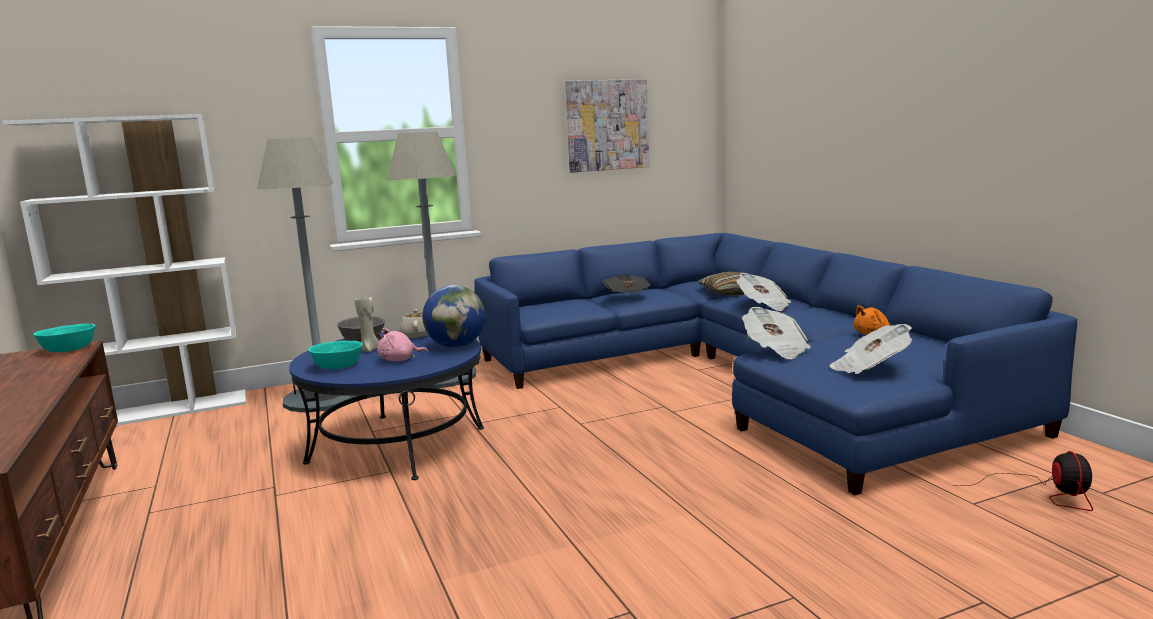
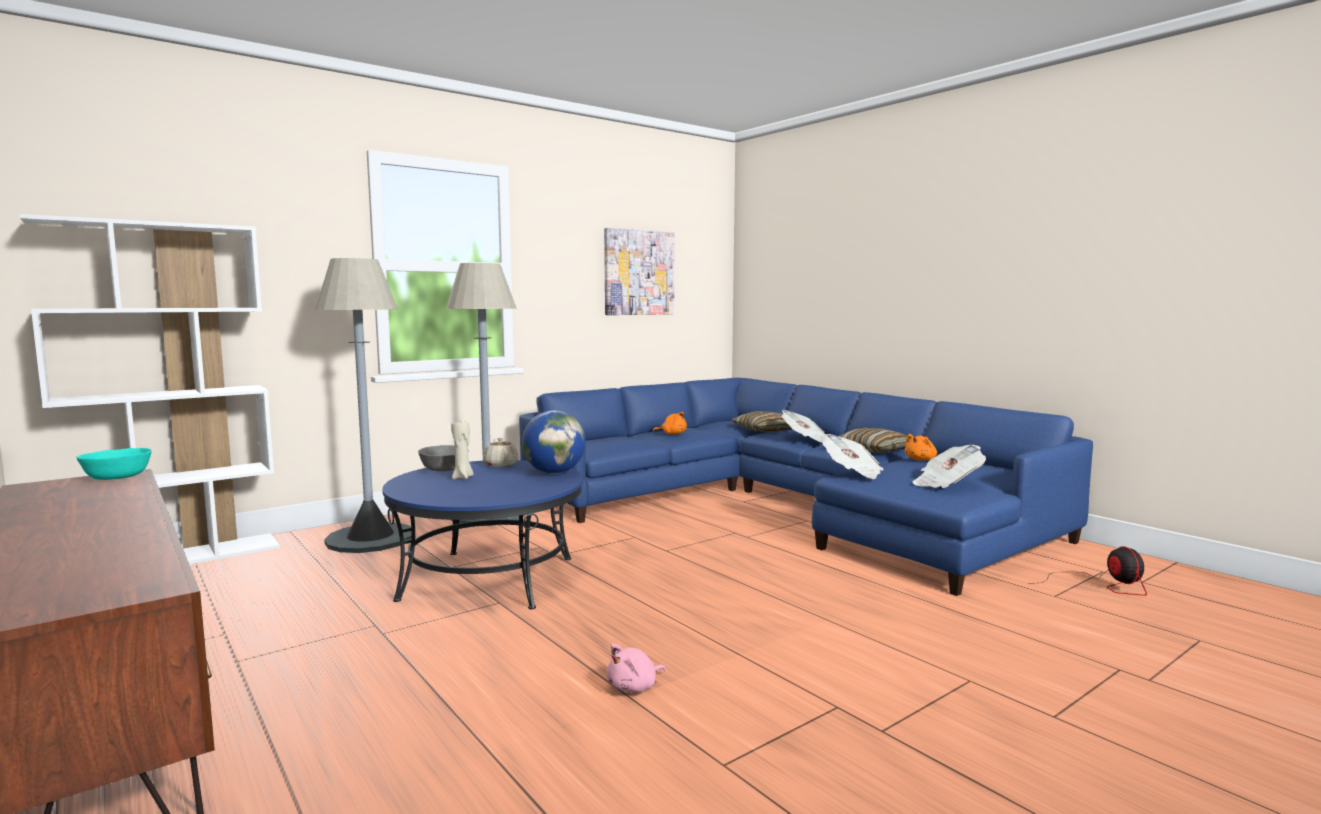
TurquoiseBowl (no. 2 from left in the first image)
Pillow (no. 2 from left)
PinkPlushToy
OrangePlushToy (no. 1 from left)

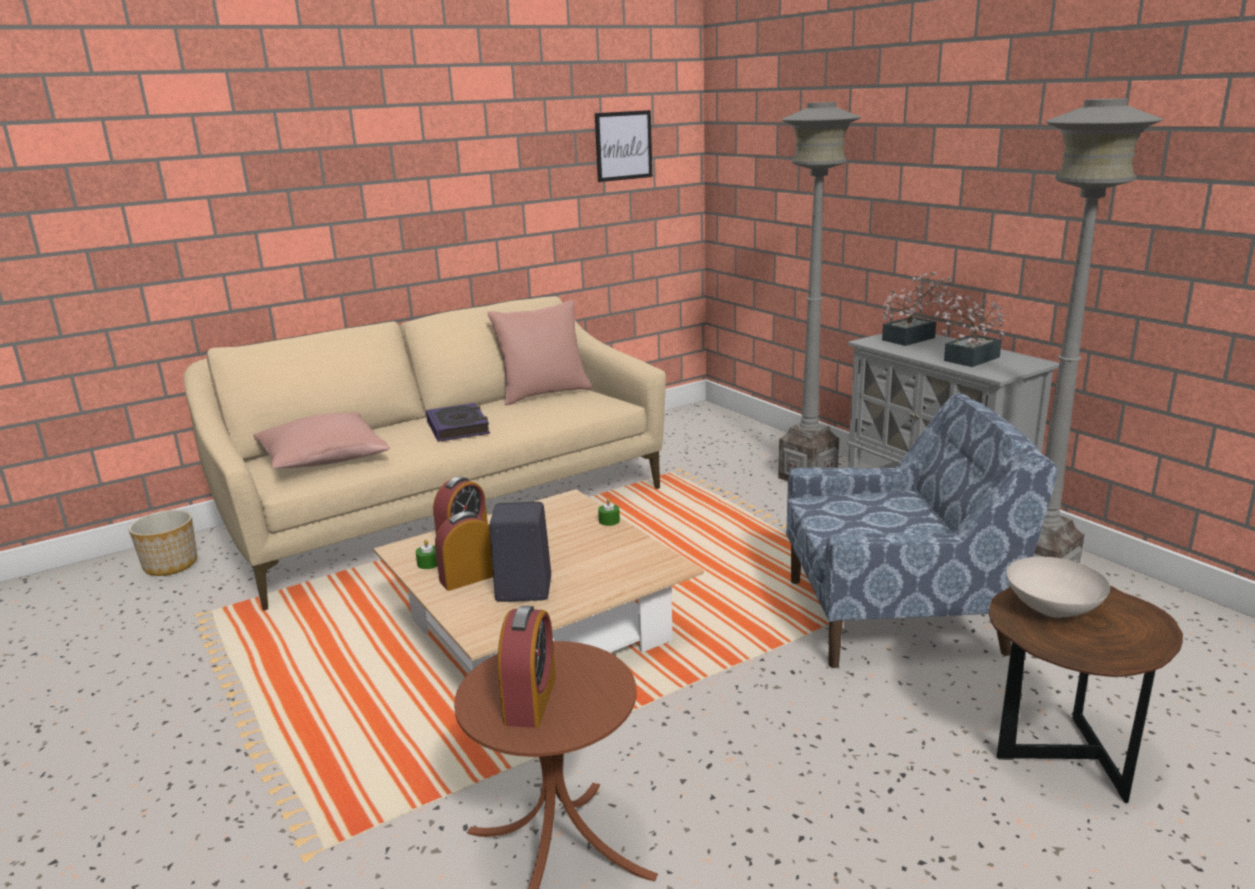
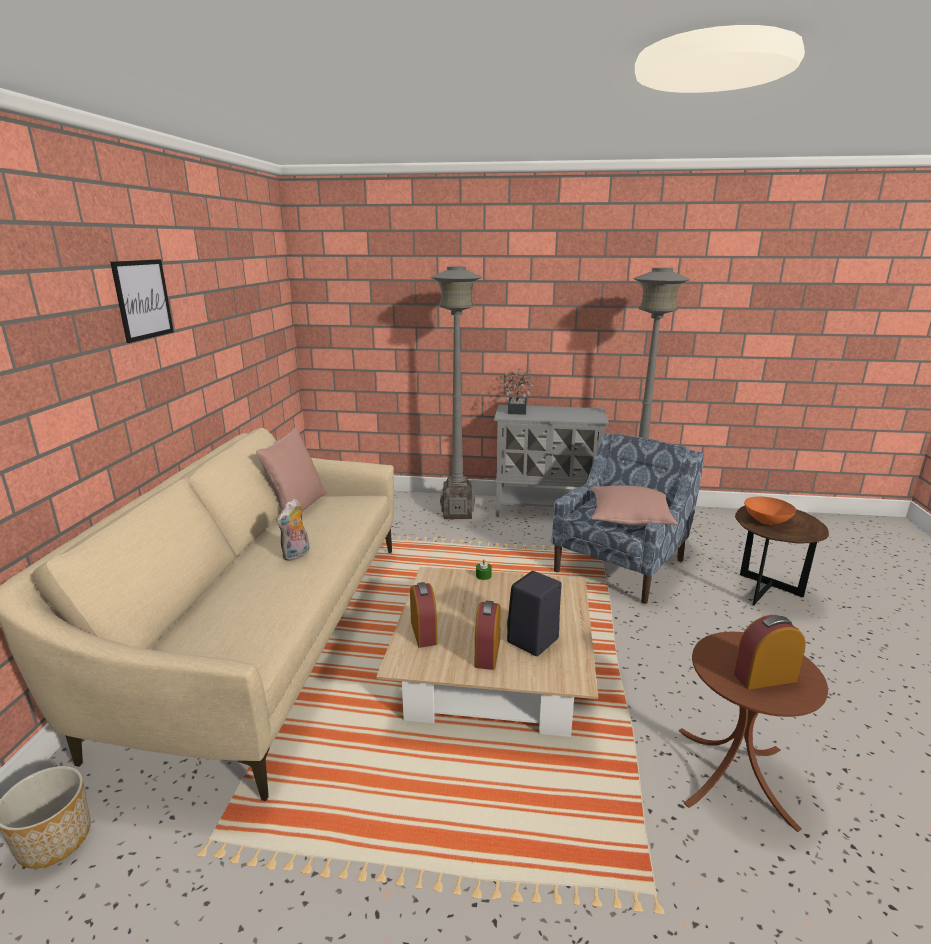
GreenCandle (no. 1 from left in the first image)
PottedPlant (no. 2 from left in the first image)
PinkPillow (no. 2 from left)
Picture
PlushToy
OrangeBowl
AlarmClock (no. 3 from left)

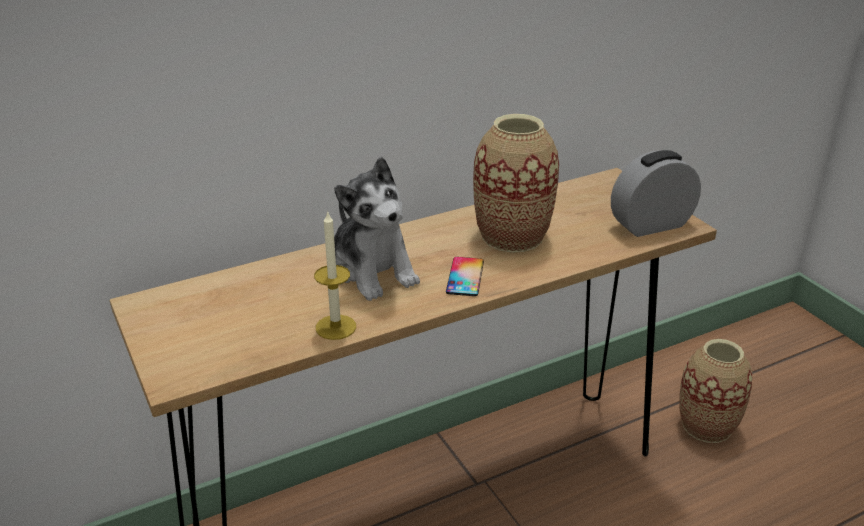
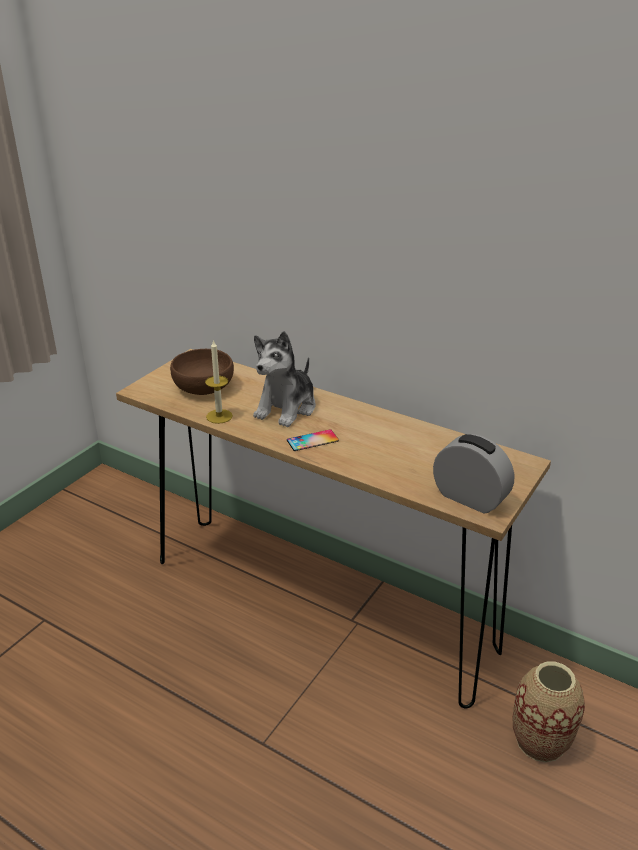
Vase (no. 1 from left in the first image)
BrownBowl

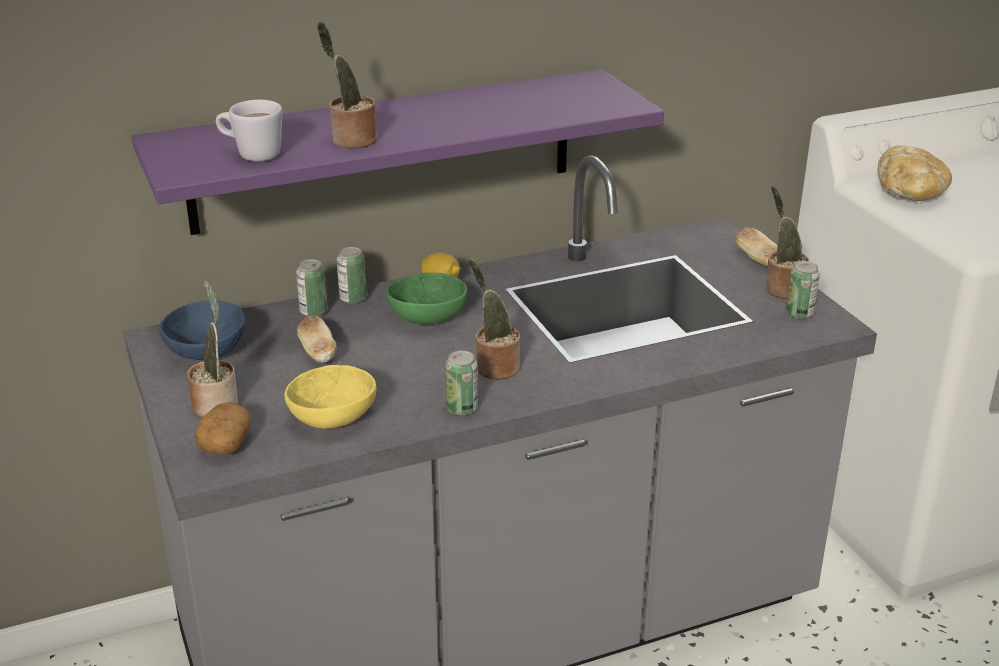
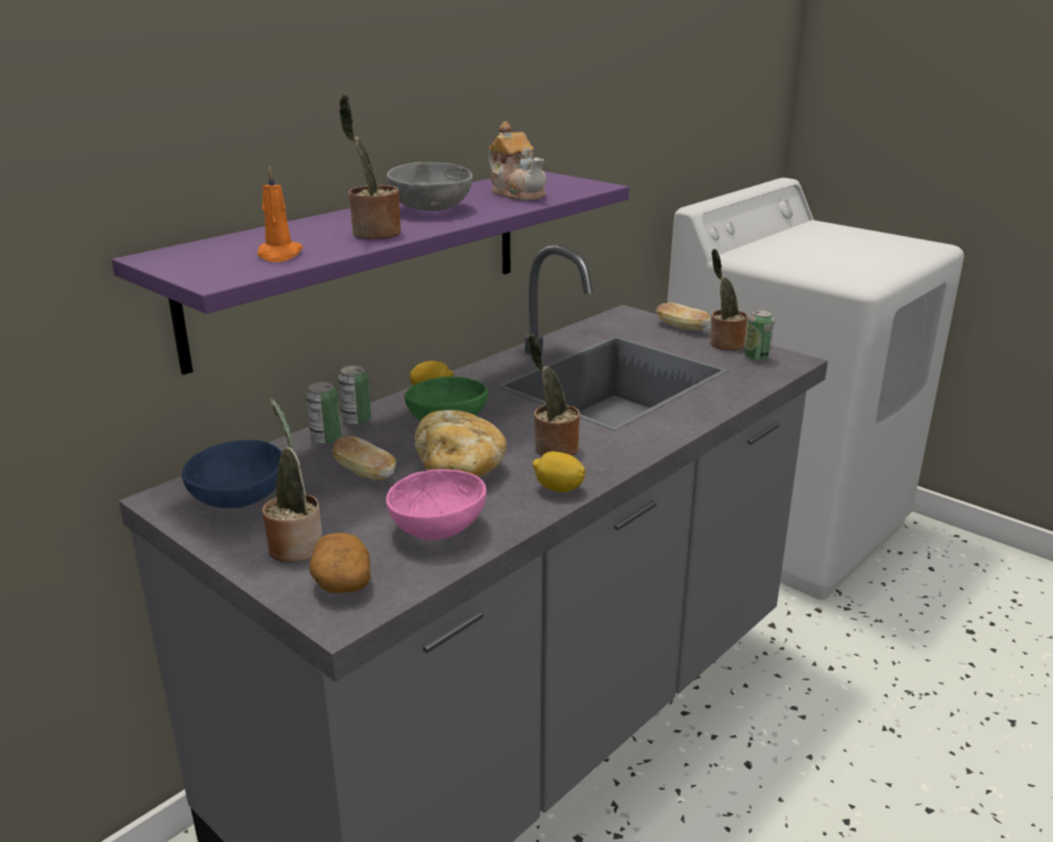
GreyBowl
Teapot
Bread (no. 2 from left)
OrangeCandle
Lemon (no. 2 from left)
PinkBowl

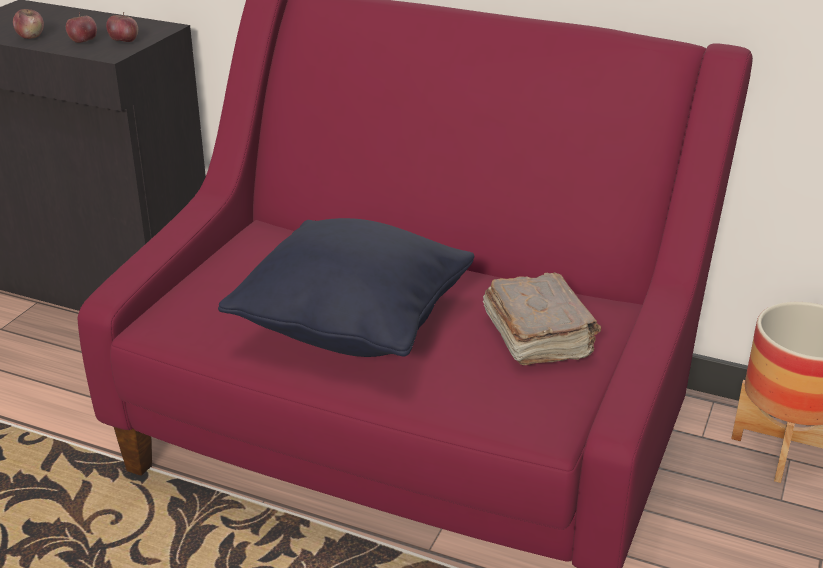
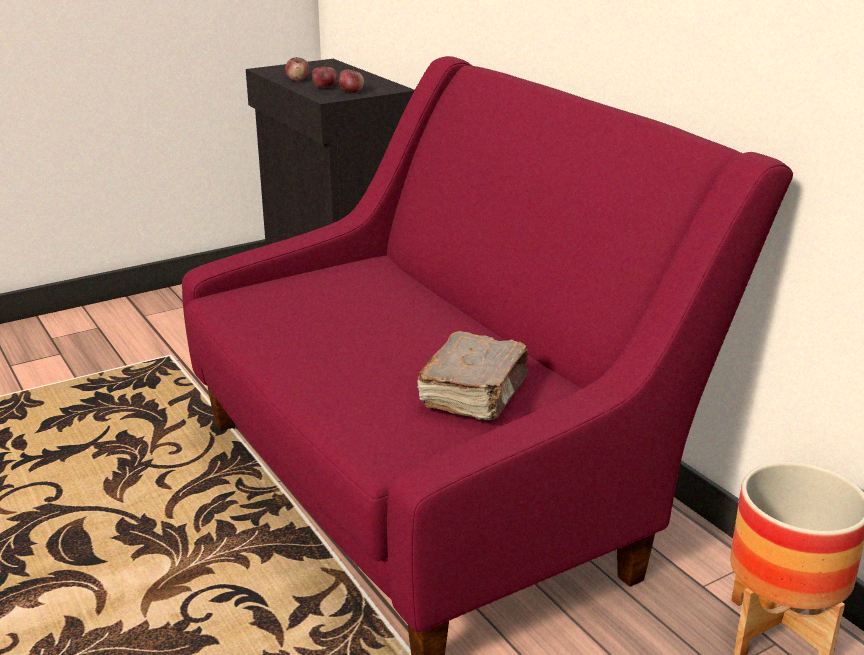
BlackPillow

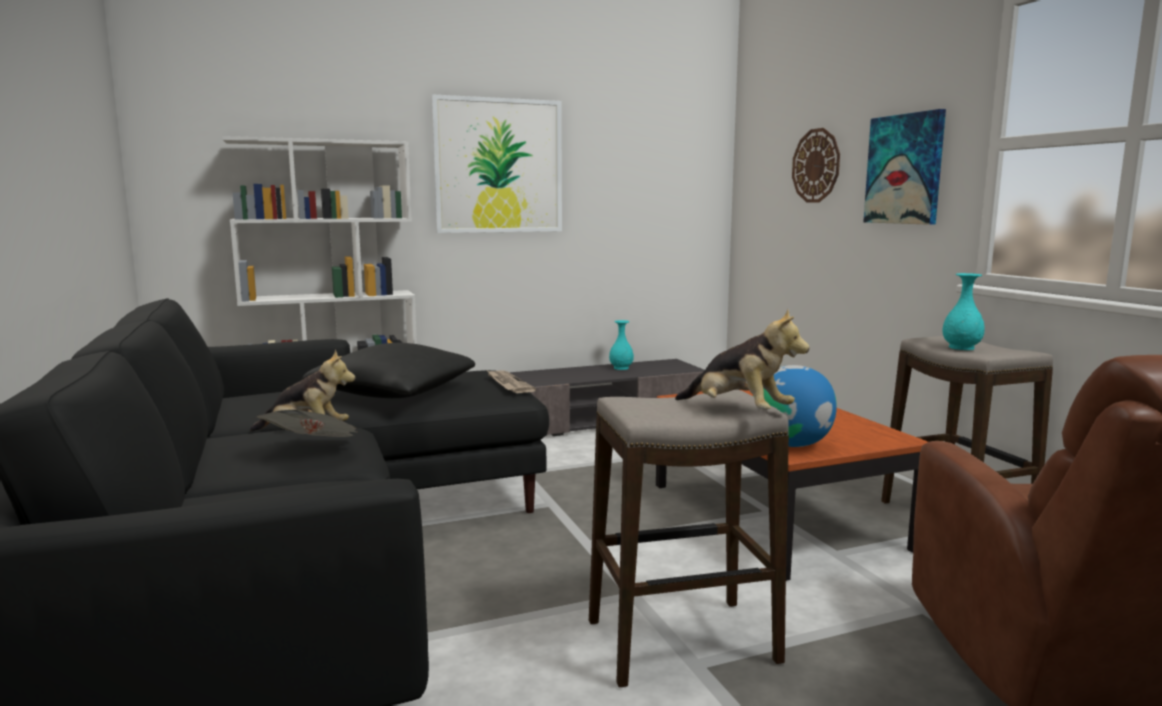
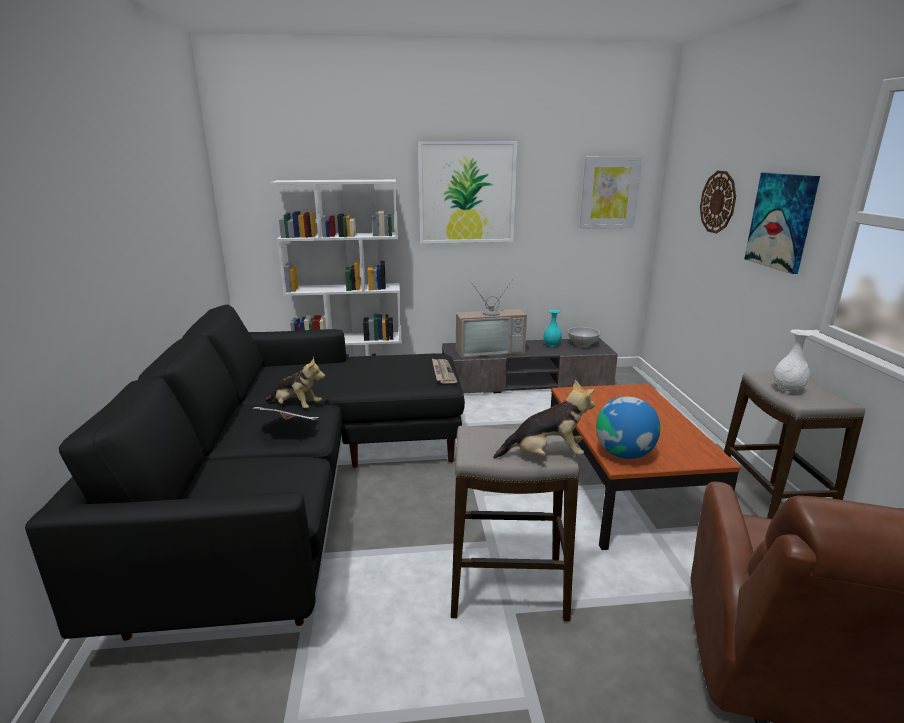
BlackPillow
Television
WhiteBowl
Picture (no. 2 from left)
WhiteVase
PlushToy (no. 2 from left)

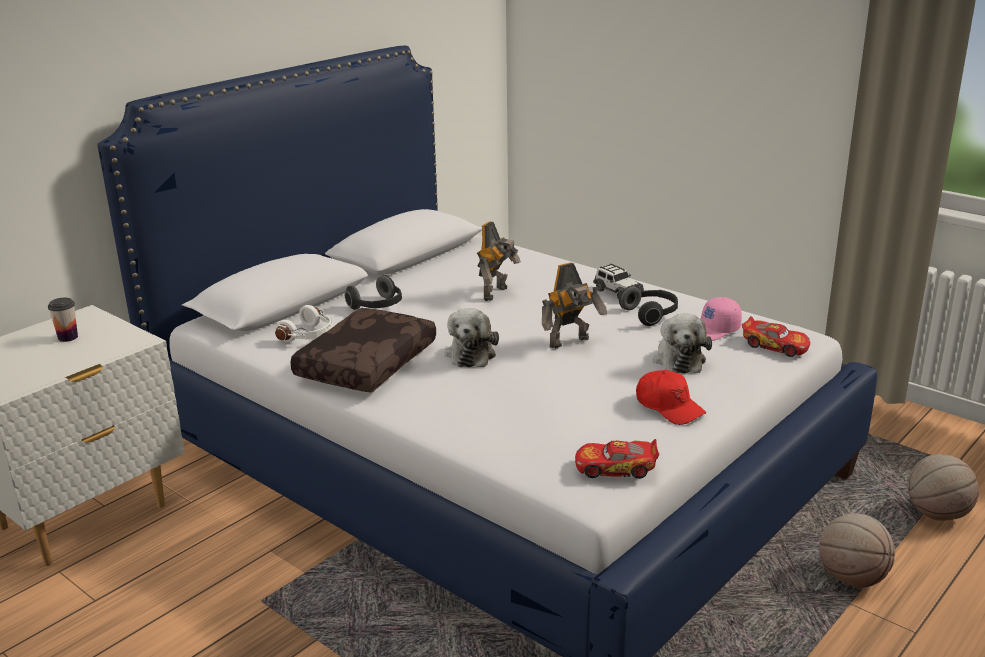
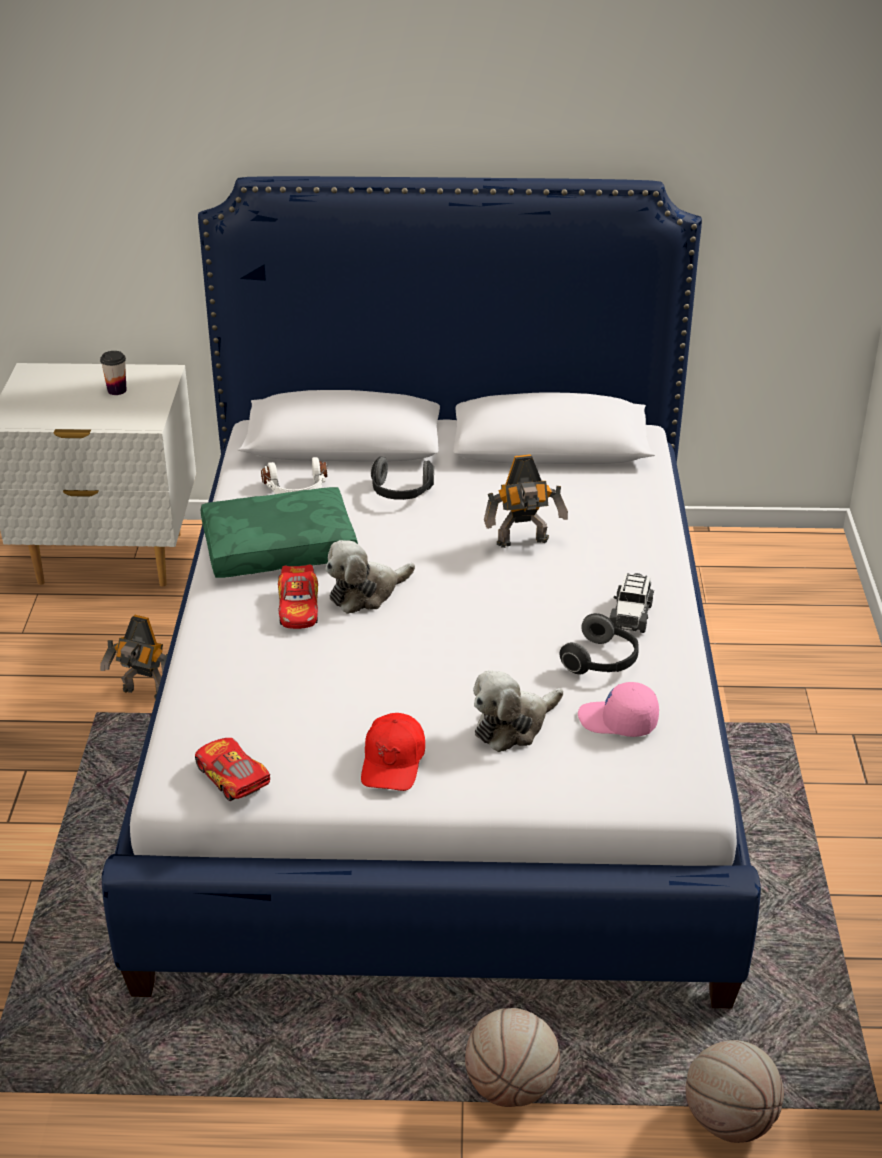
ToyRobot (no. 1 from left)
ToyCar (no. 2 from left)
GreenPillow

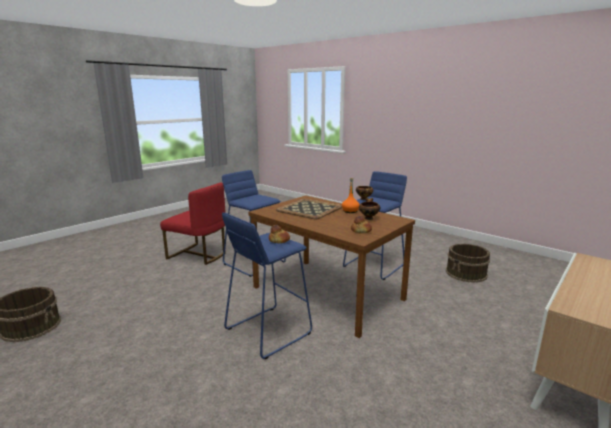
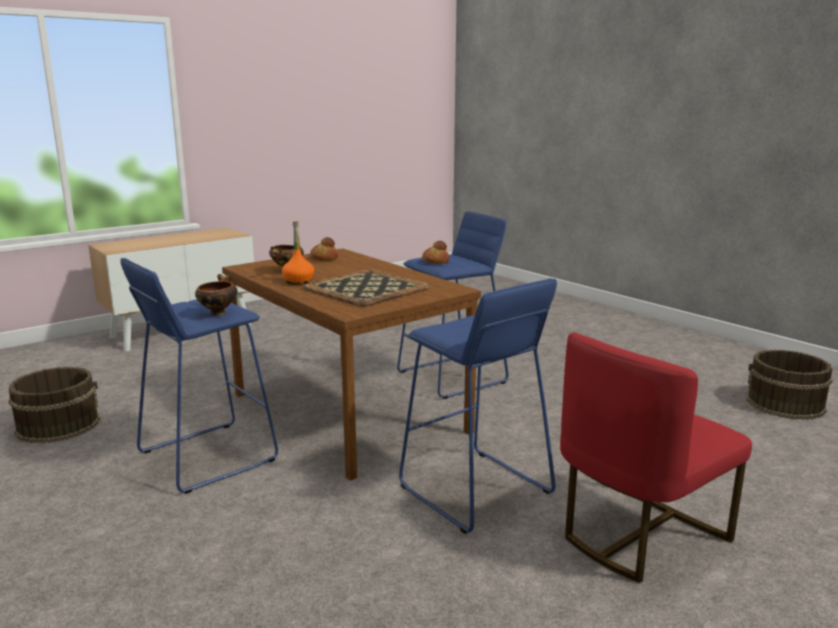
RedChair

